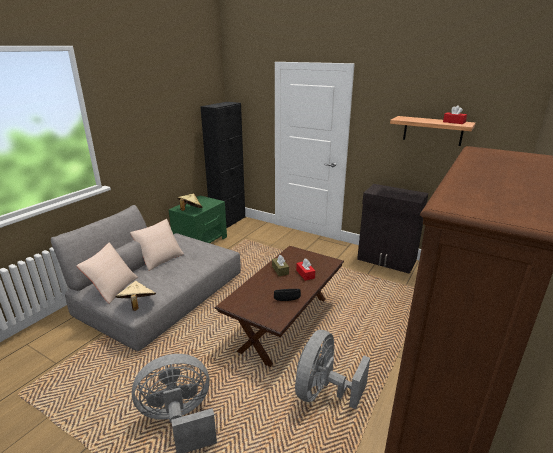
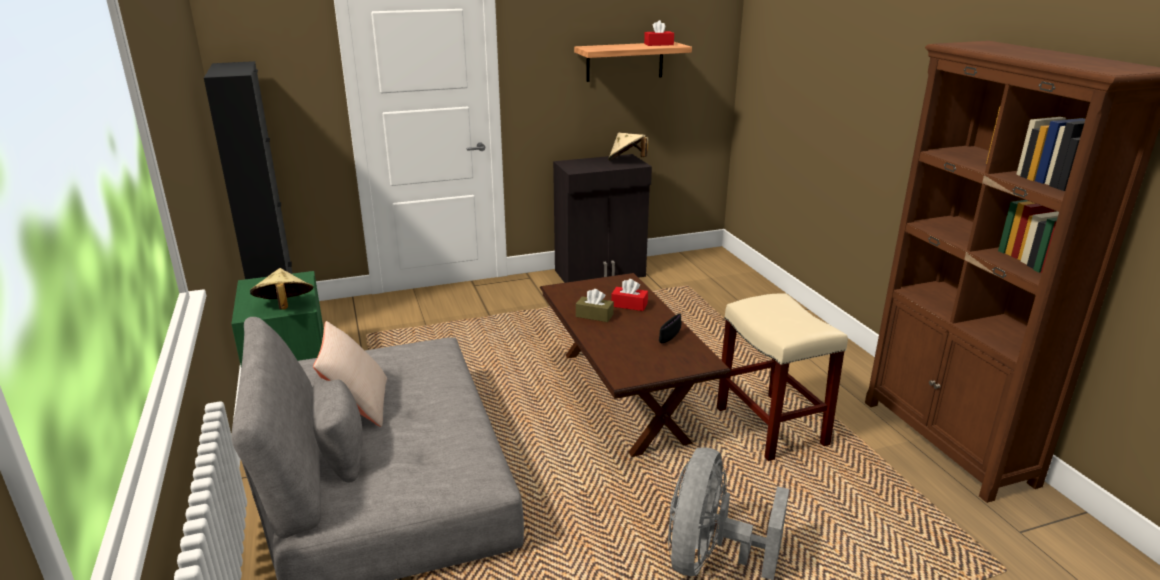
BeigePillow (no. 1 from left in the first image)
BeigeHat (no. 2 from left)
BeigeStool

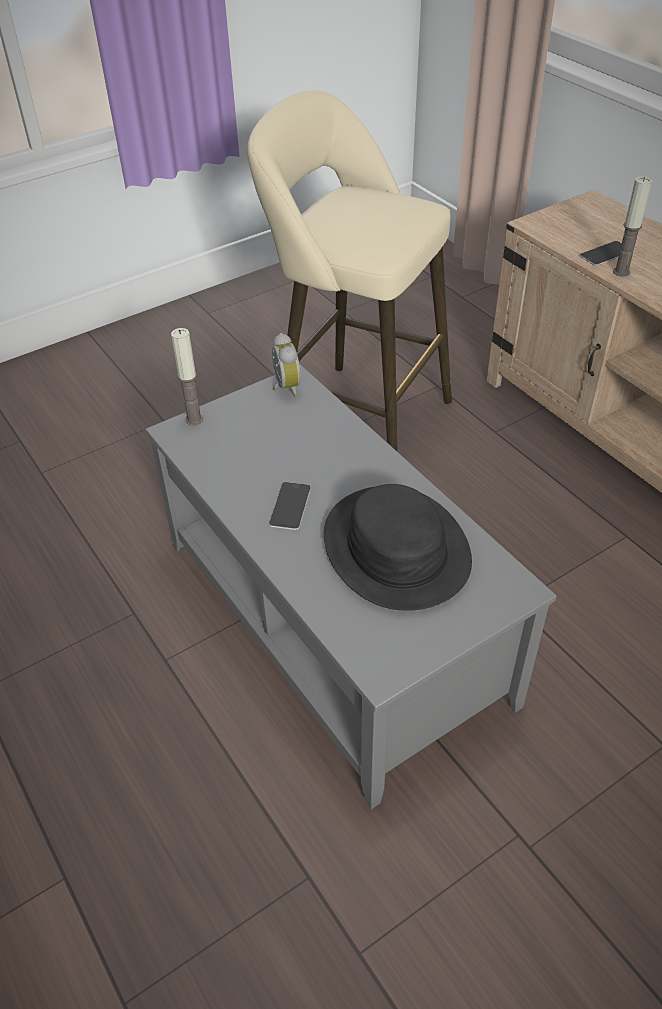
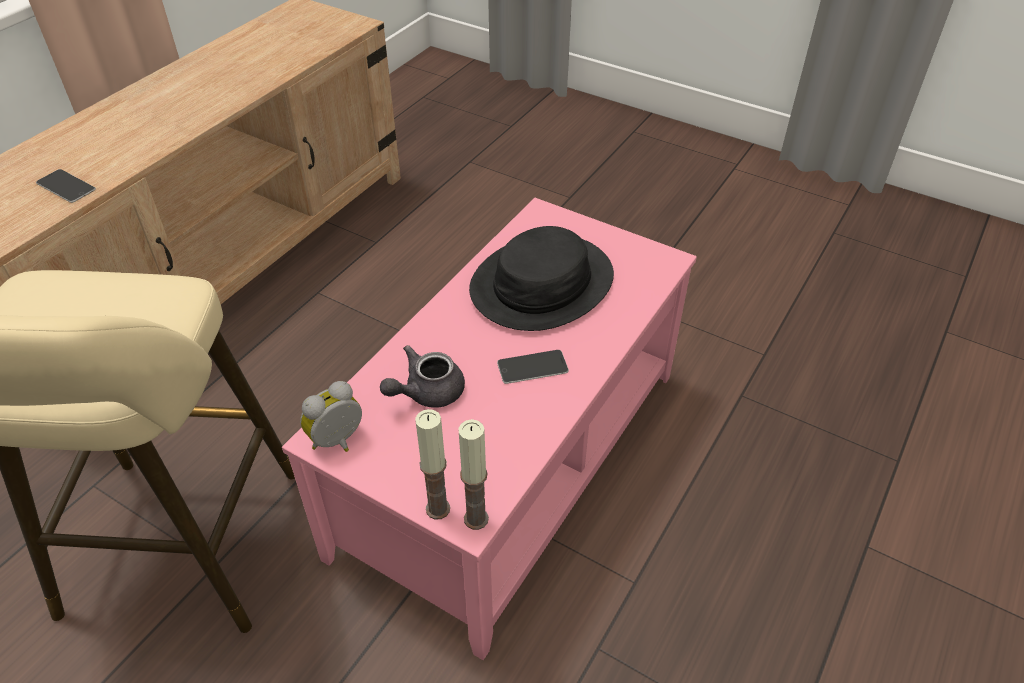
GreyTeapot
Candle (no. 2 from left)
PinkCoffeeTable

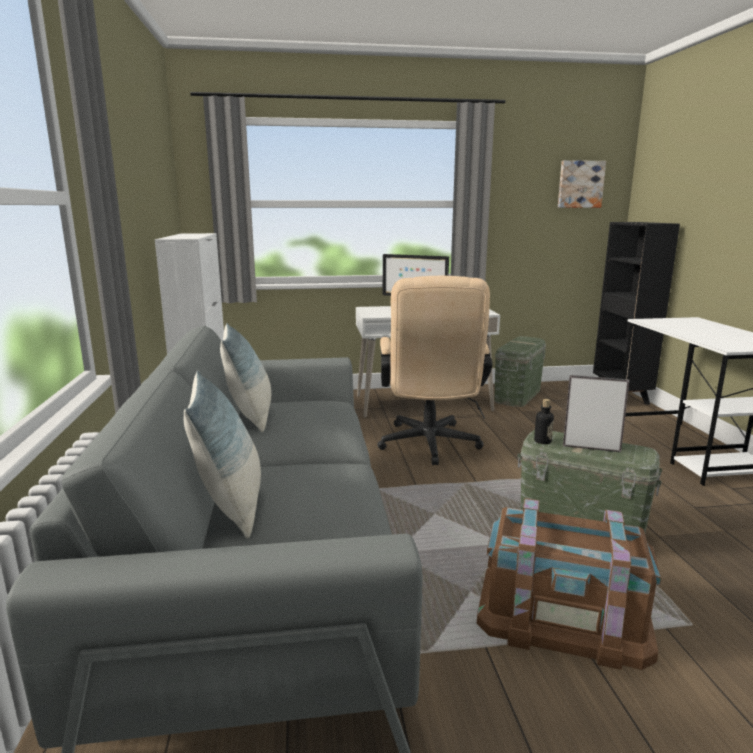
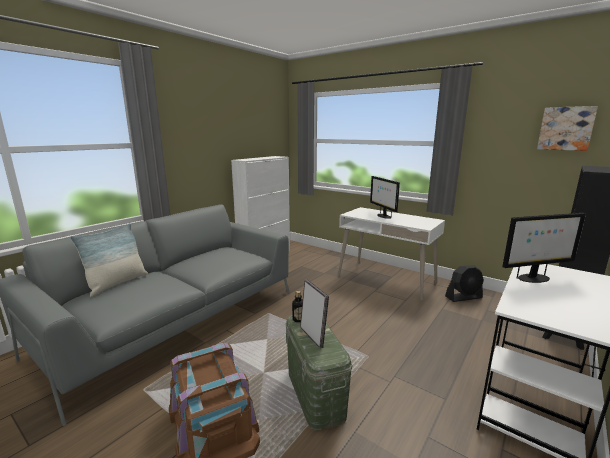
Pillow (no. 2 from left in the first image)
BeigeOfficeChair
Monitor (no. 2 from left)
BlackFan

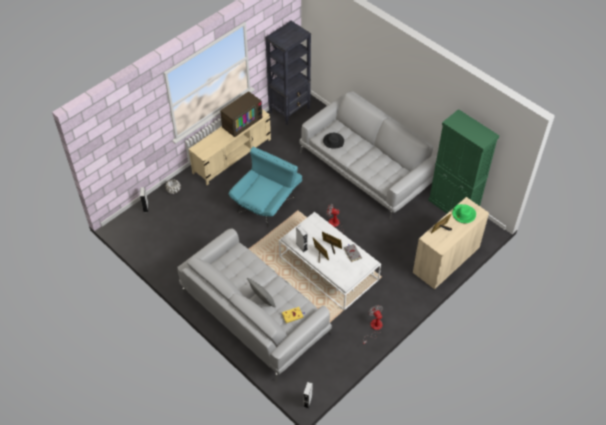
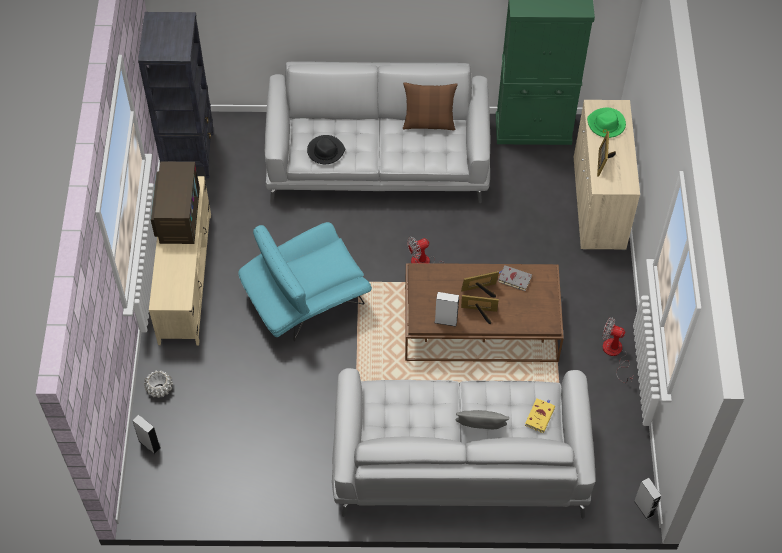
BrownPillow
BrownCoffeeTable
TurquoiseArmchair

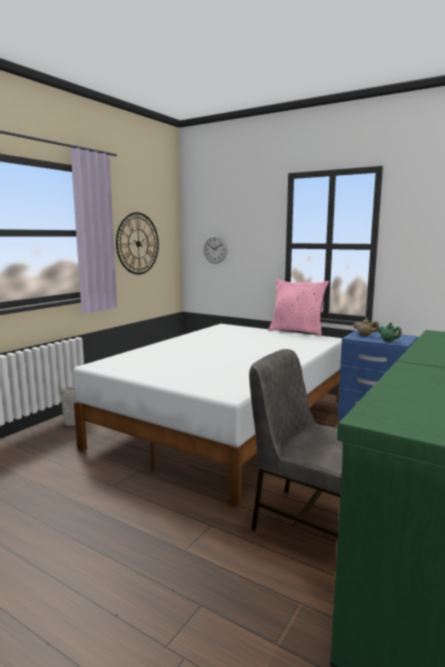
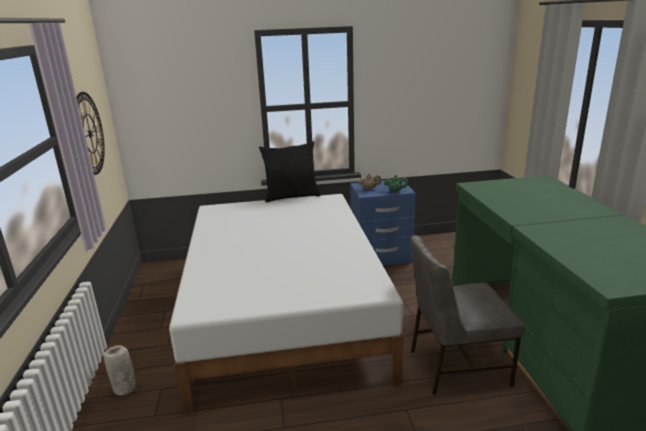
WallClock (no. 2 from left in the first image)
BlackPillow

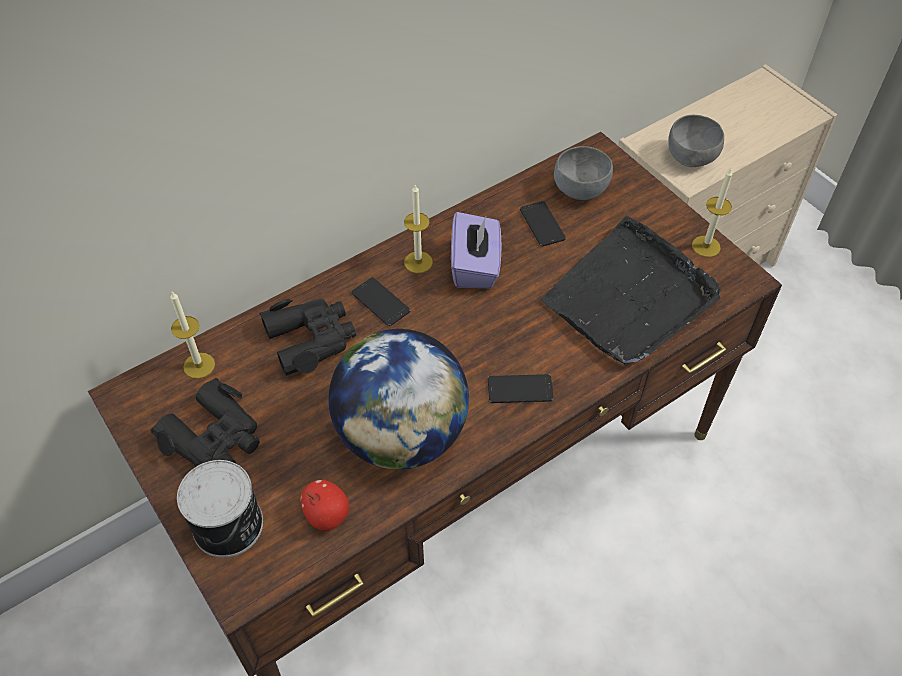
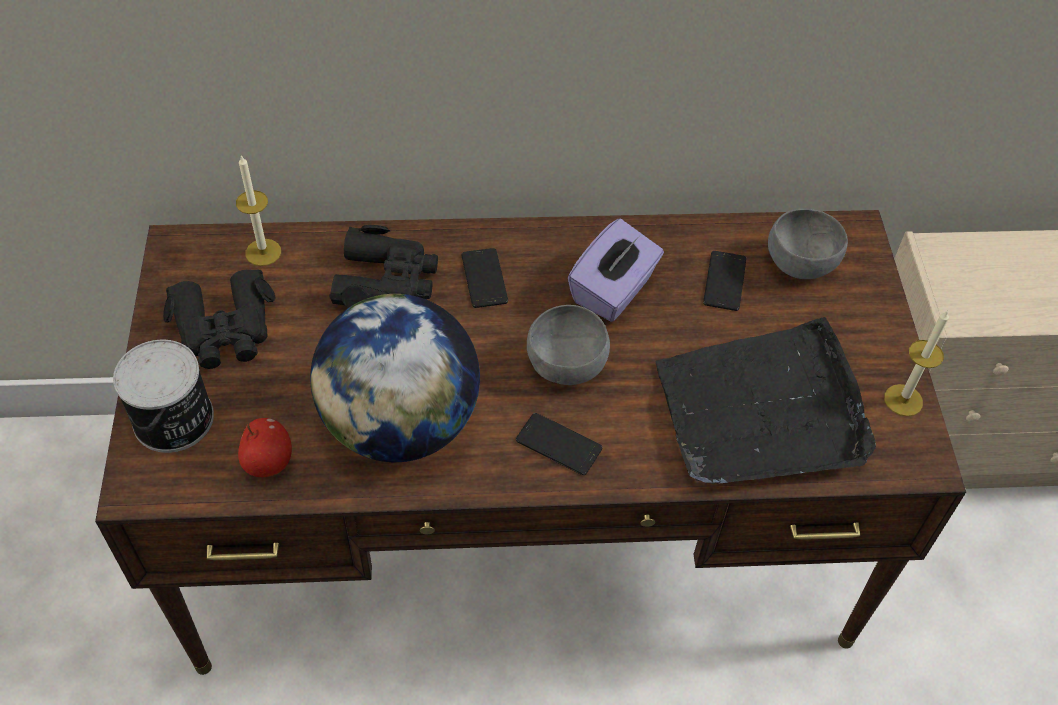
Candle (no. 2 from left in the first image)
GreyBowl (no. 1 from left)

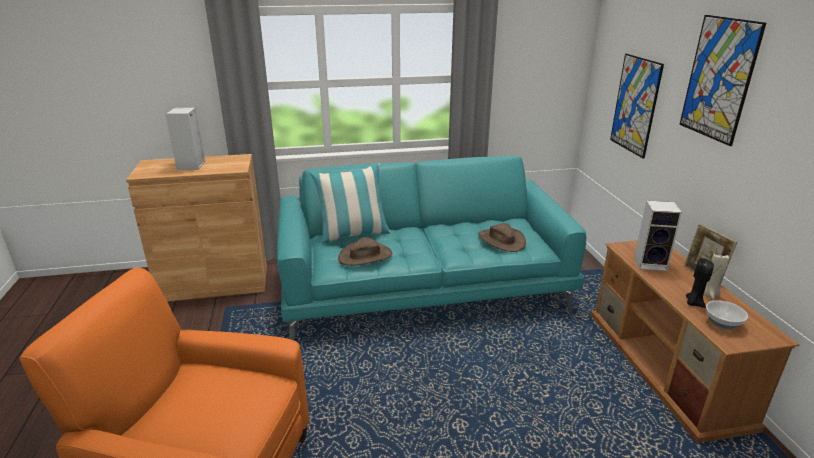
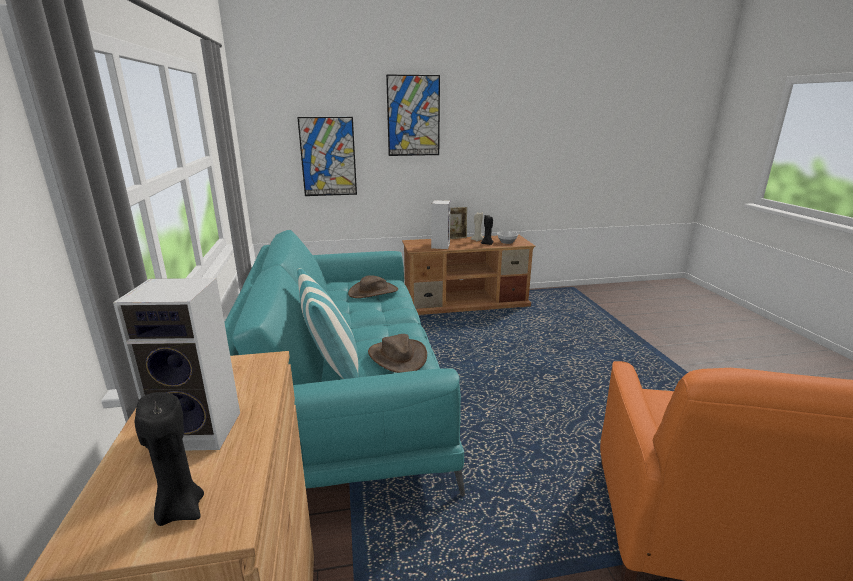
BlackCandle (no. 1 from left)

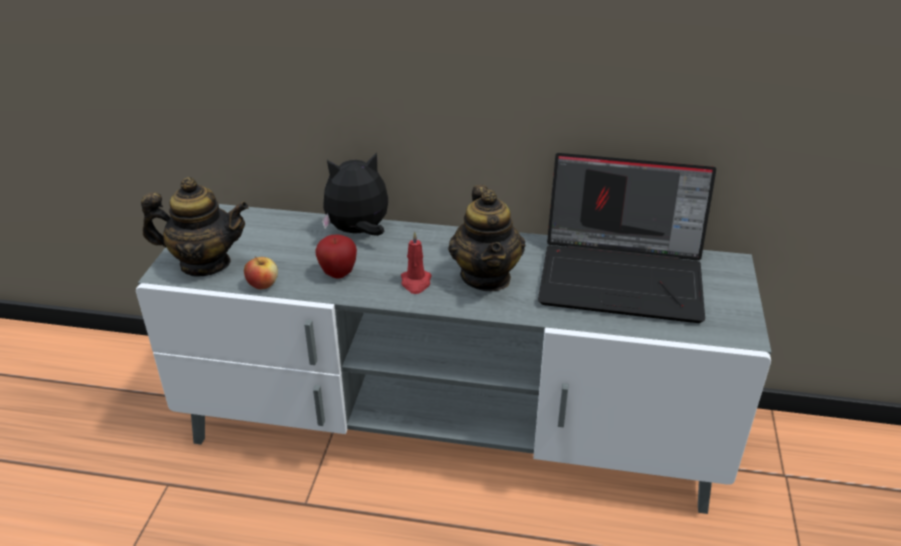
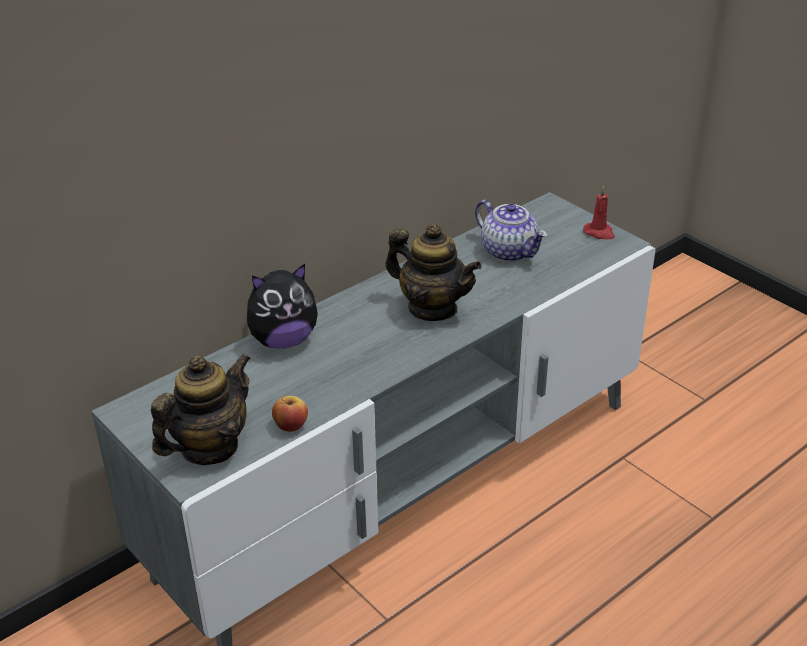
Apple (no. 2 from left in the first image)
RedCandle
Teapot (no. 3 from left)
PlushToy

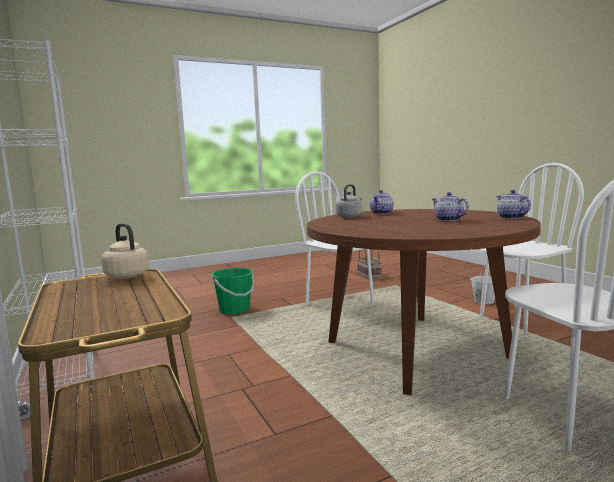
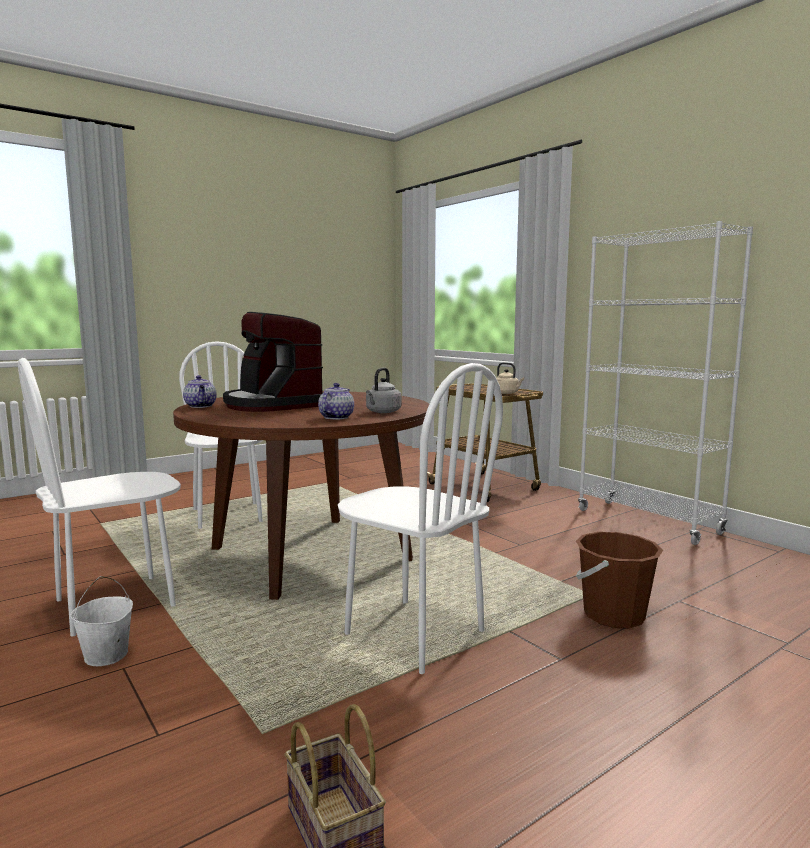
CoffeeMachine
BrownBucket

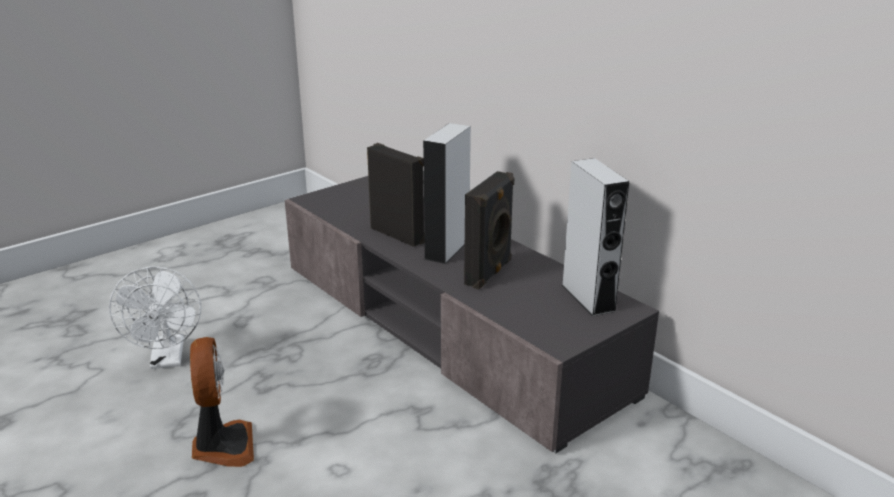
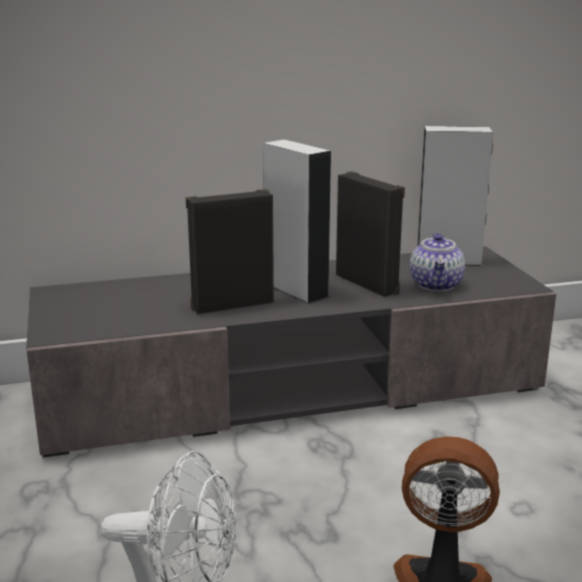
Teapot

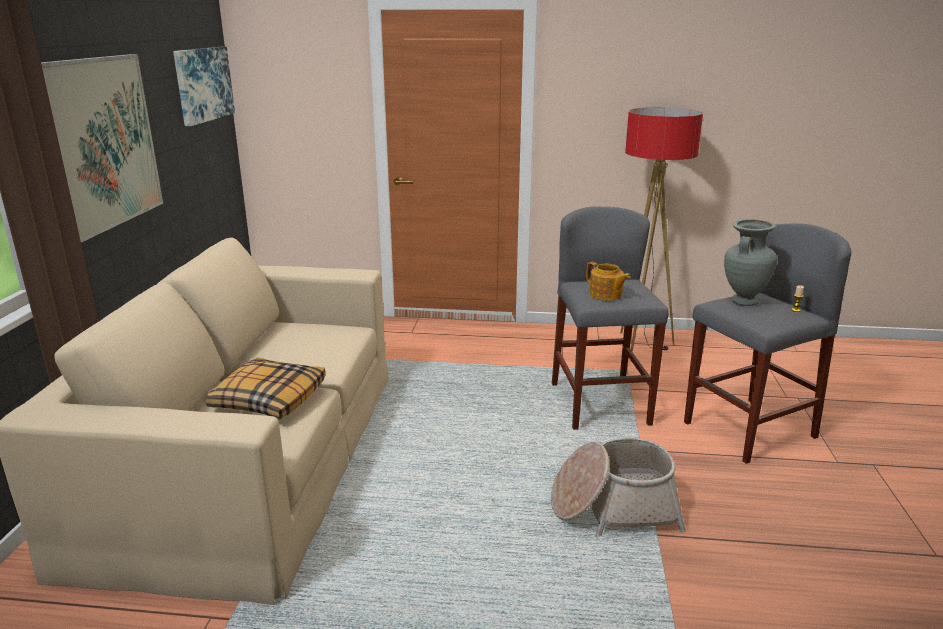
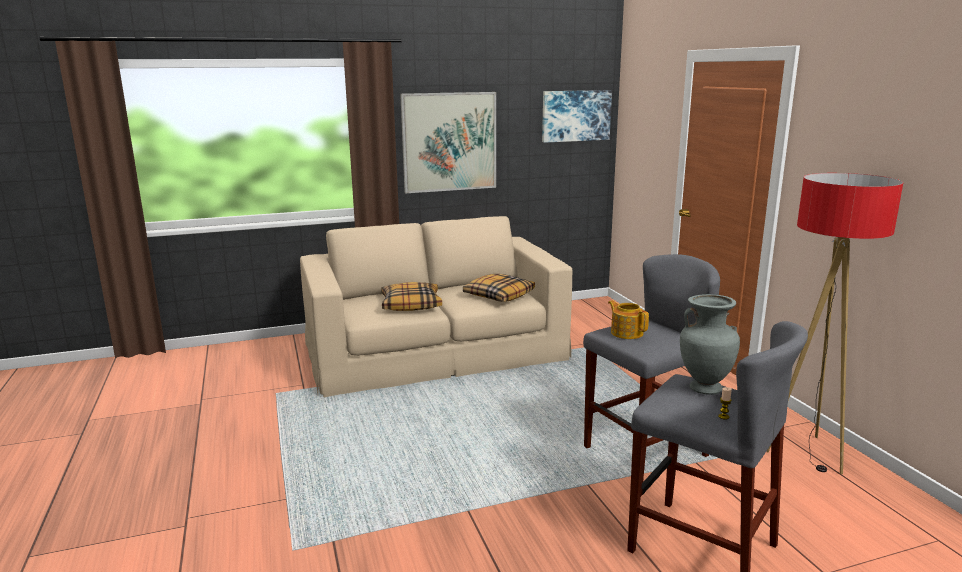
Basket
Pillow (no. 2 from left)
Teapot

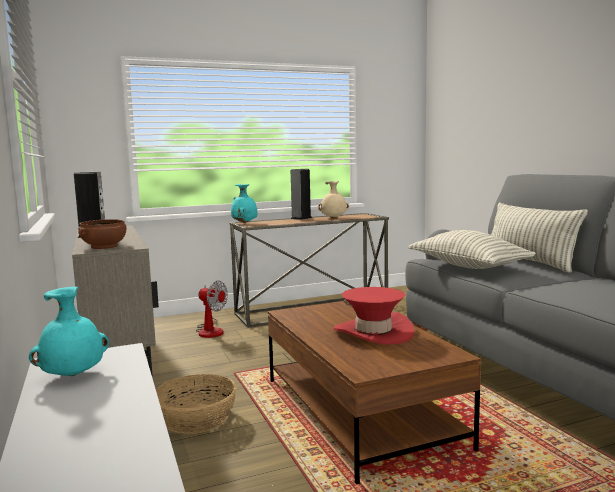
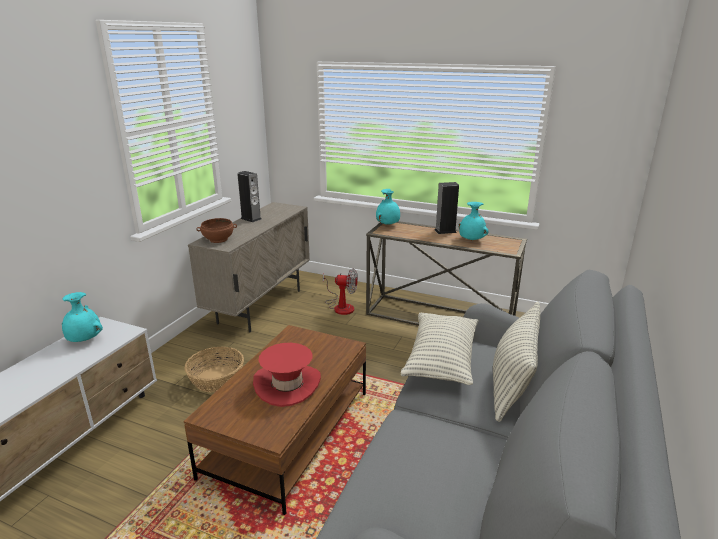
TurquoiseVase (no. 3 from left)
Fan

